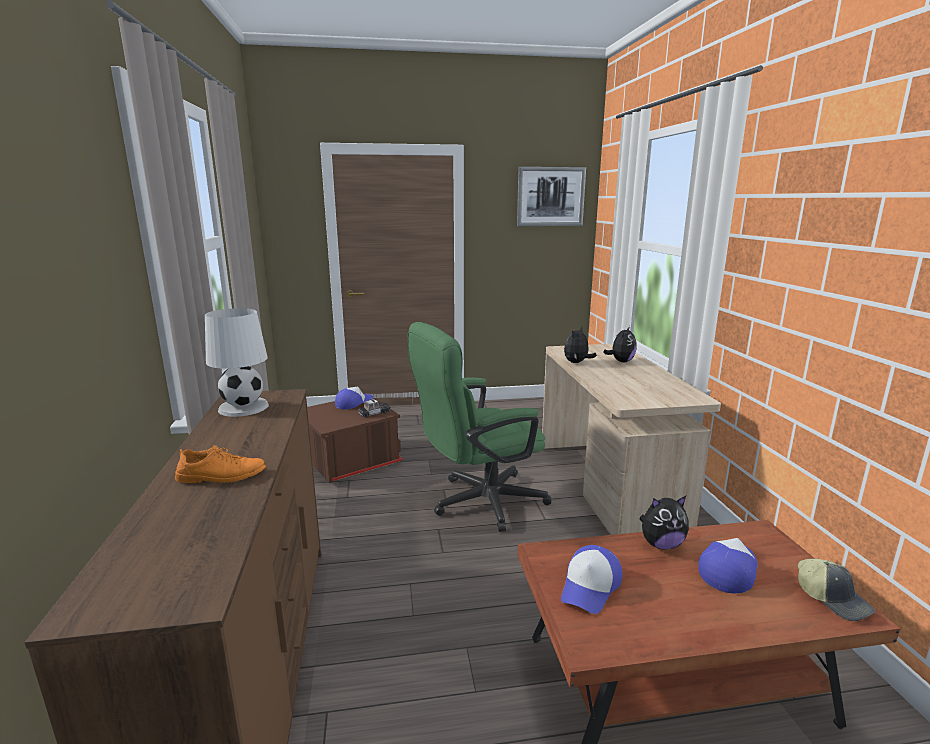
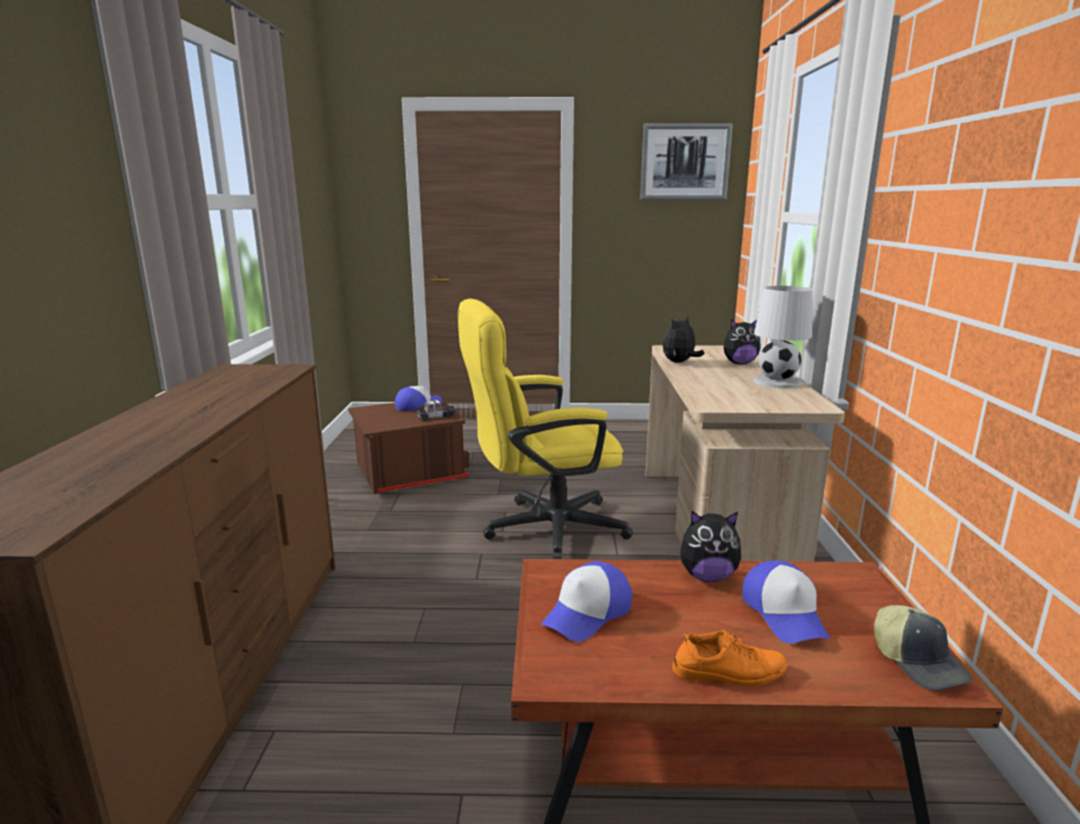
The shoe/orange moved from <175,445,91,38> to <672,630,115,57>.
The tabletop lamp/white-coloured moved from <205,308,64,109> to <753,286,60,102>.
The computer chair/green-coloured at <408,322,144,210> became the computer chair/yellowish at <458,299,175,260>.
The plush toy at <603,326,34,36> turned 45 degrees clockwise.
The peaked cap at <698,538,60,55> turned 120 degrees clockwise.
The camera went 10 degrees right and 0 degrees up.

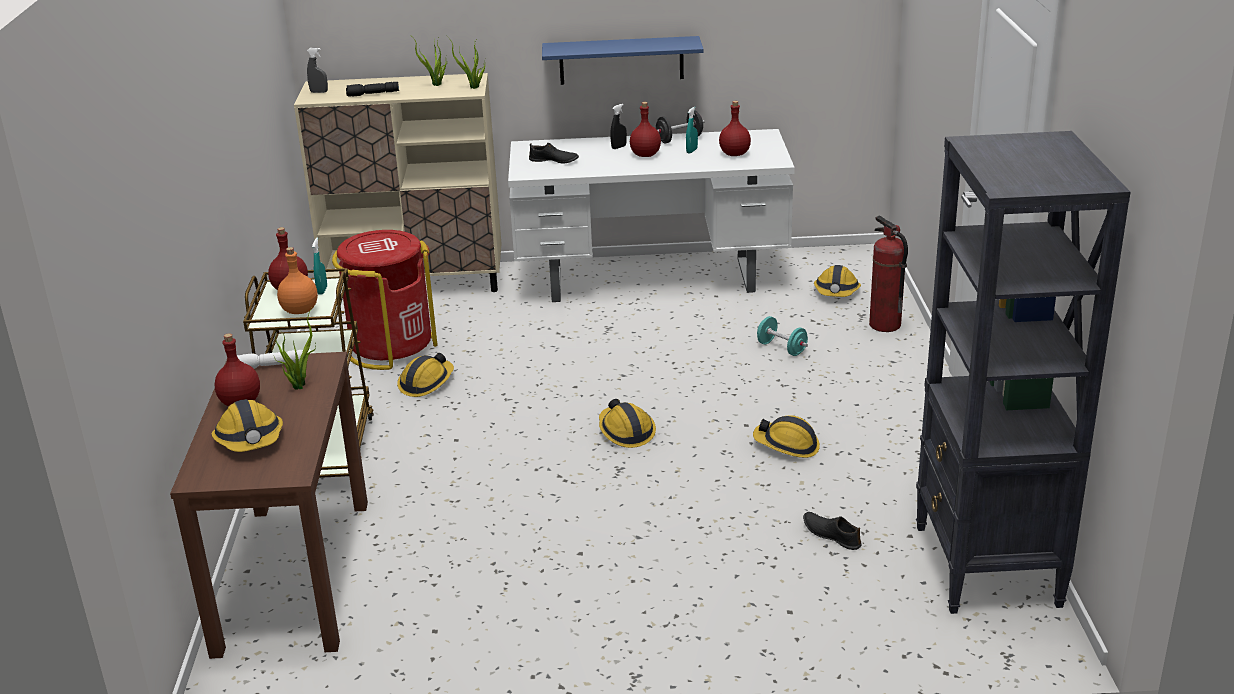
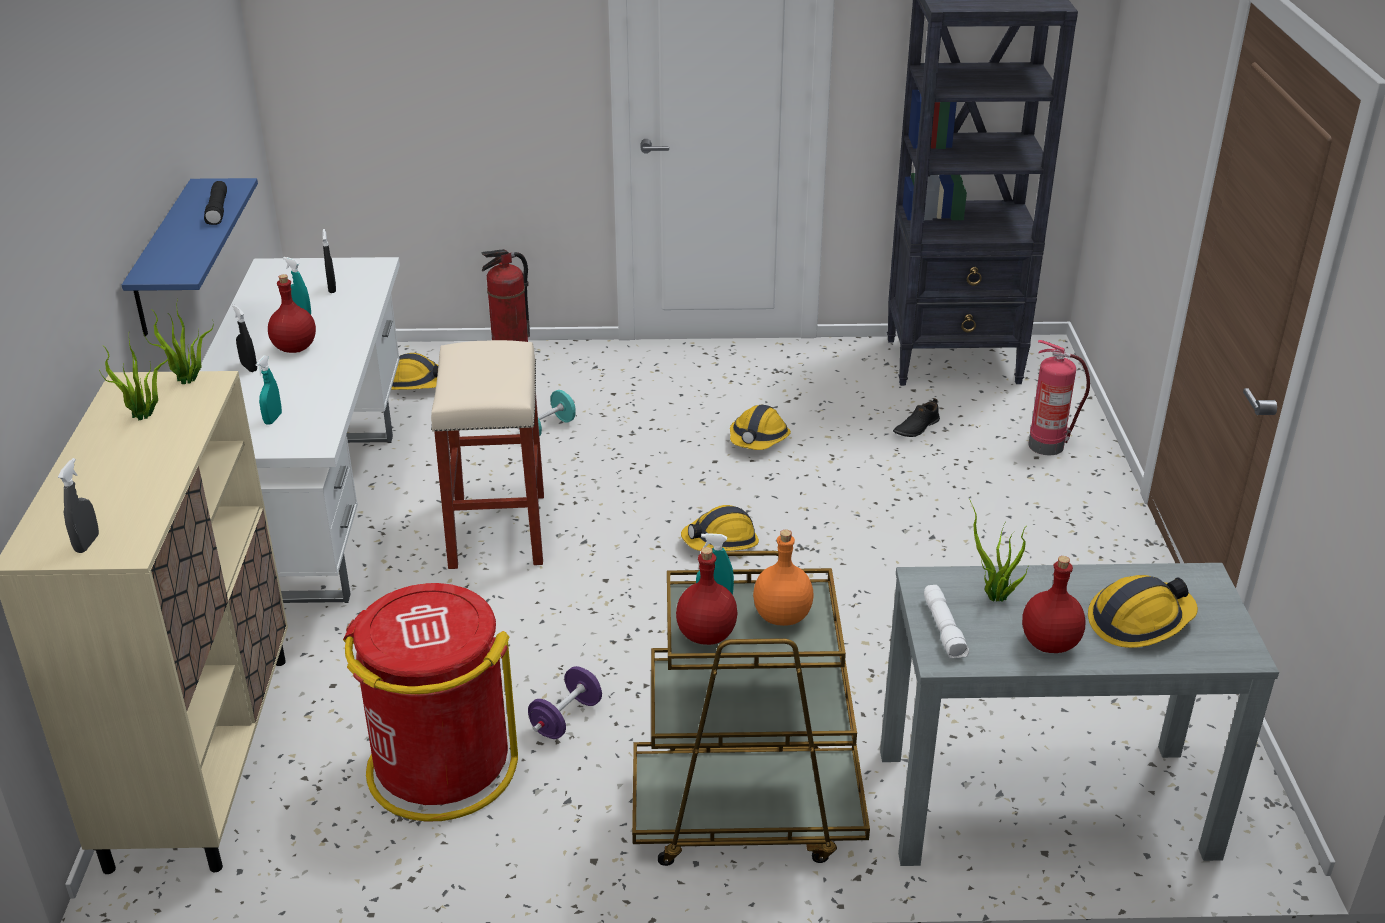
The free weight/black-coloured at <656,110,49,33> disappeared.
The stool seat/beige at <431,340,113,229> appeared.
The fire-fighting cylinder at <1028,340,62,115> appeared.
The hand torch/black-coloured moved from <346,82,53,15> to <204,181,23,44>.
The safety helmet at <397,353,57,44> was replaced by the free weight/purple-coloured at <528,666,74,73>.
The shoe/black-coloured at <529,143,50,21> was replaced by the sprayer/blue-green at <256,355,26,70>.
The bottle/red at <719,101,32,55> was replaced by the sprayer/black-coloured at <322,229,14,64>.
The narrow table/brown-coloured at <170,352,198,307> became the narrow table/gray at <880,563,399,303>.
The camera went 90 degrees left and 5 degrees up.

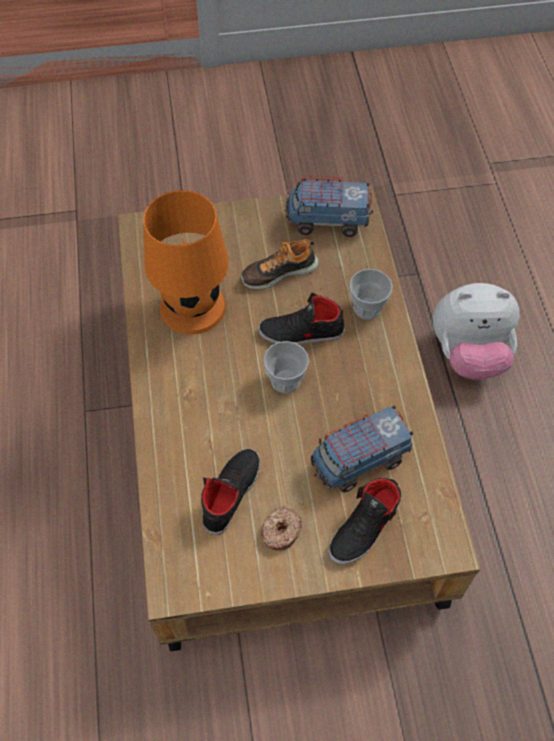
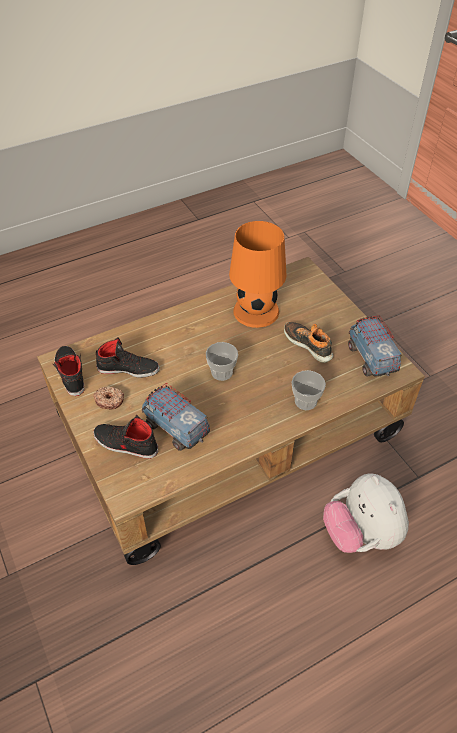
The shoe/black-coloured moved from <258,293,87,51> to <52,346,33,50>.
The camera went 70 degrees right and 10 degrees down.

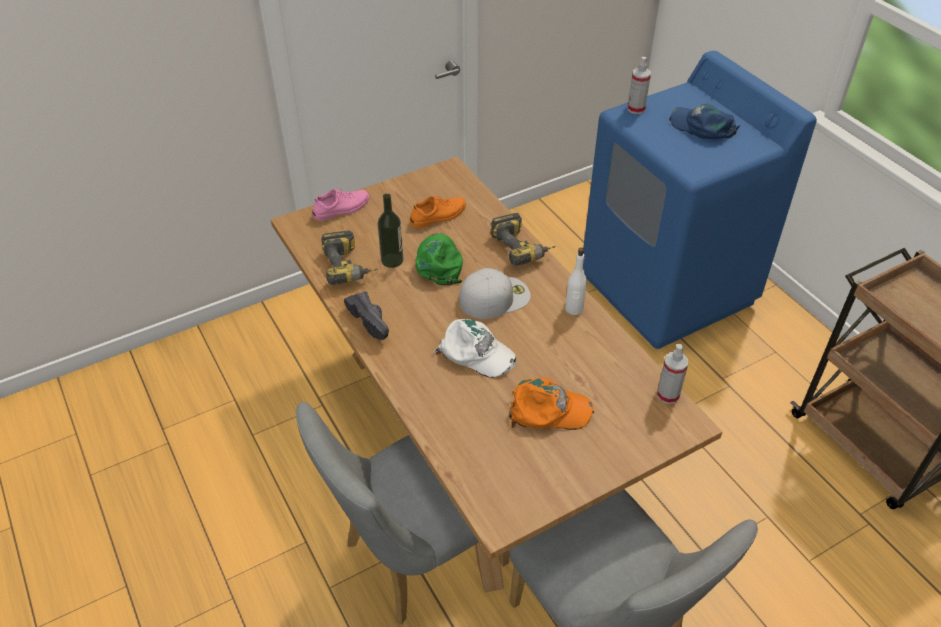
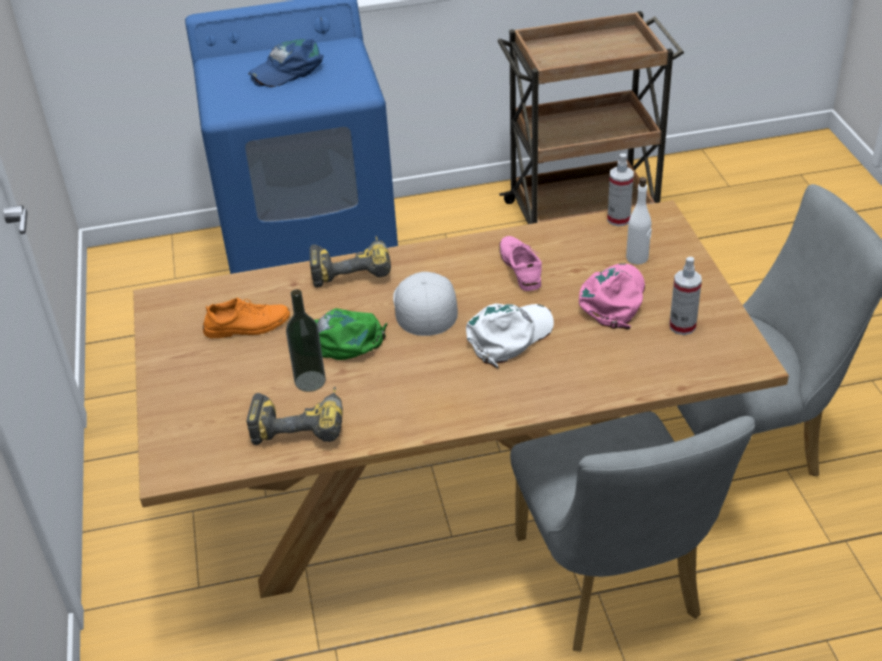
The shoe/black-coloured at <344,291,45,49> disappeared.
The shoe/pink-coloured moved from <312,189,58,32> to <499,236,43,55>.
The bottle/white-coloured moved from <565,248,22,67> to <626,177,26,88>.
The sprayer moved from <627,57,24,57> to <669,257,33,78>.
The peaked cap/orange at <509,378,85,52> became the peaked cap/pink-coloured at <579,263,66,66>.
The shoe/orange at <410,196,56,32> turned 90 degrees clockwise.
The camera went 70 degrees left and 5 degrees down.

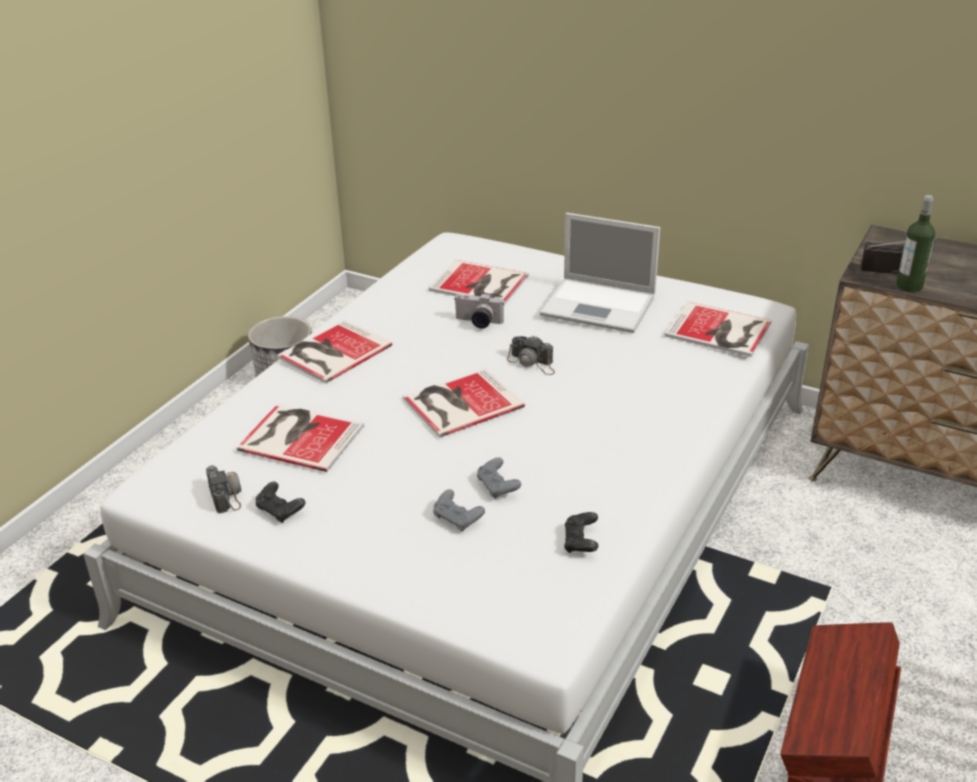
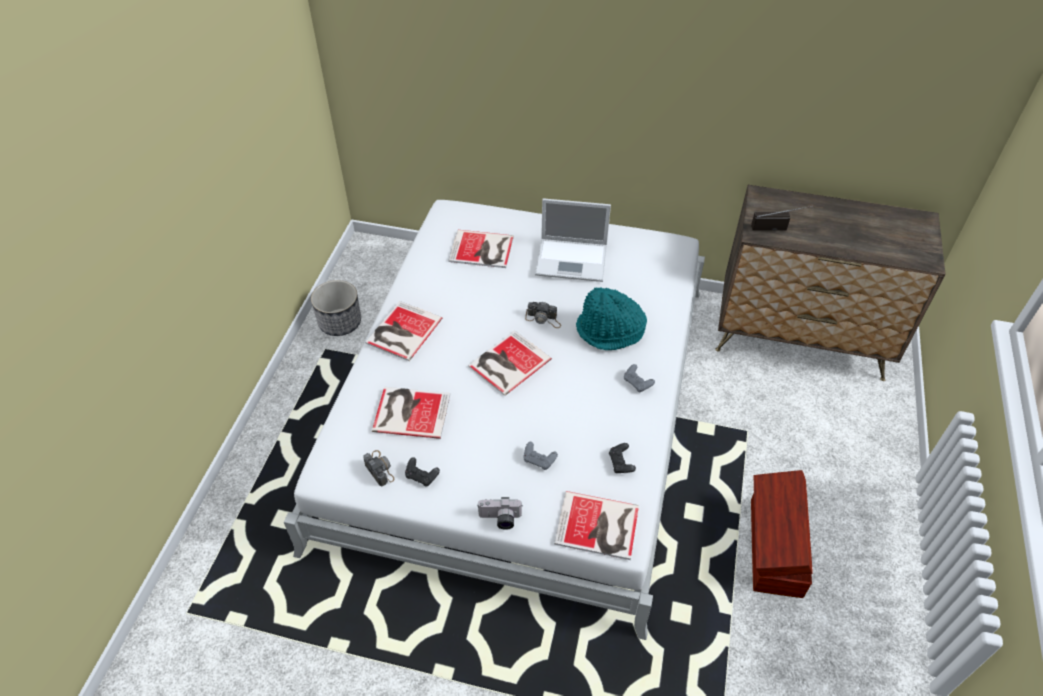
The bottle at <896,195,39,97> disappeared.
The hat/blue-green at <576,287,71,63> appeared.
The still camera moved from <454,293,50,36> to <478,497,44,33>.
The gamepad/gray moved from <477,457,44,42> to <624,364,31,28>.
The bound book moved from <664,302,108,55> to <554,491,85,69>.
The camera went 15 degrees left and 15 degrees up.

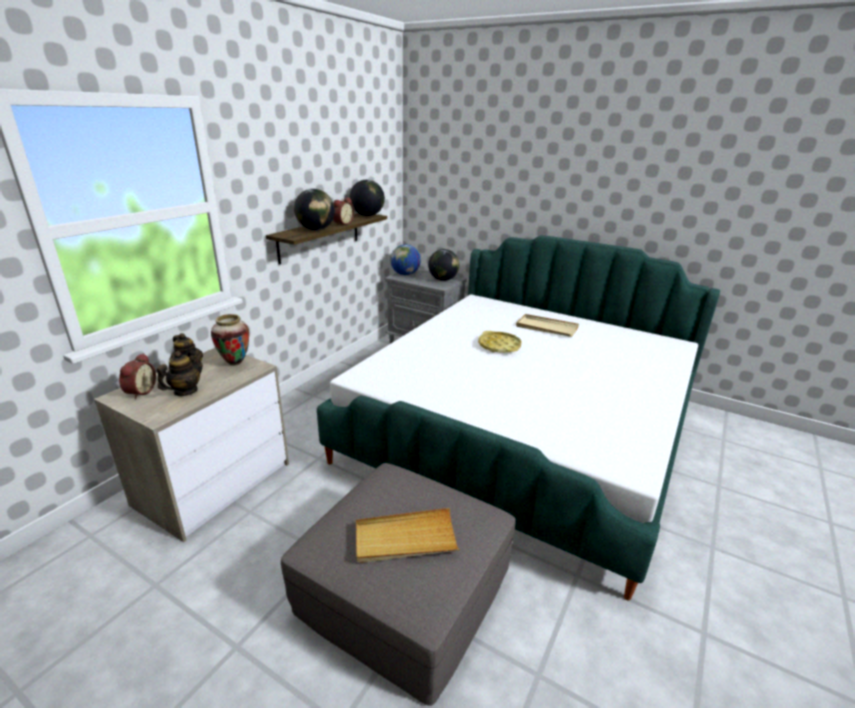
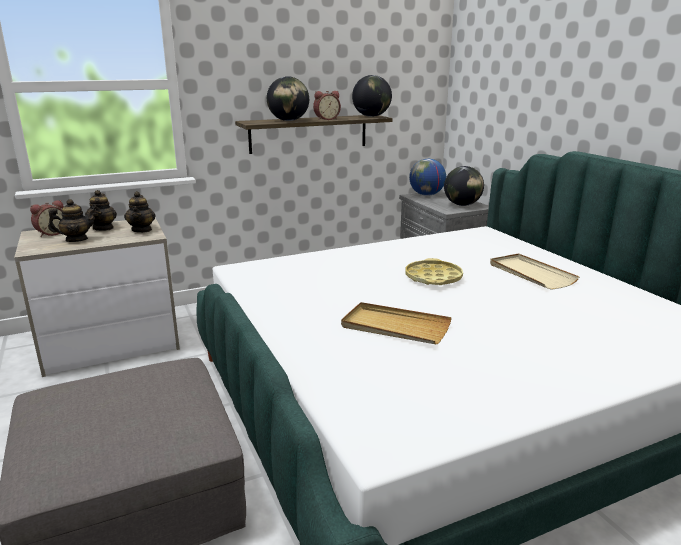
The tray/beige moved from <356,508,104,55> to <341,302,111,42>.
The decorative vase at <211,314,38,52> was replaced by the pot for tea at <124,191,31,42>.
The camera went 35 degrees right and 5 degrees down.

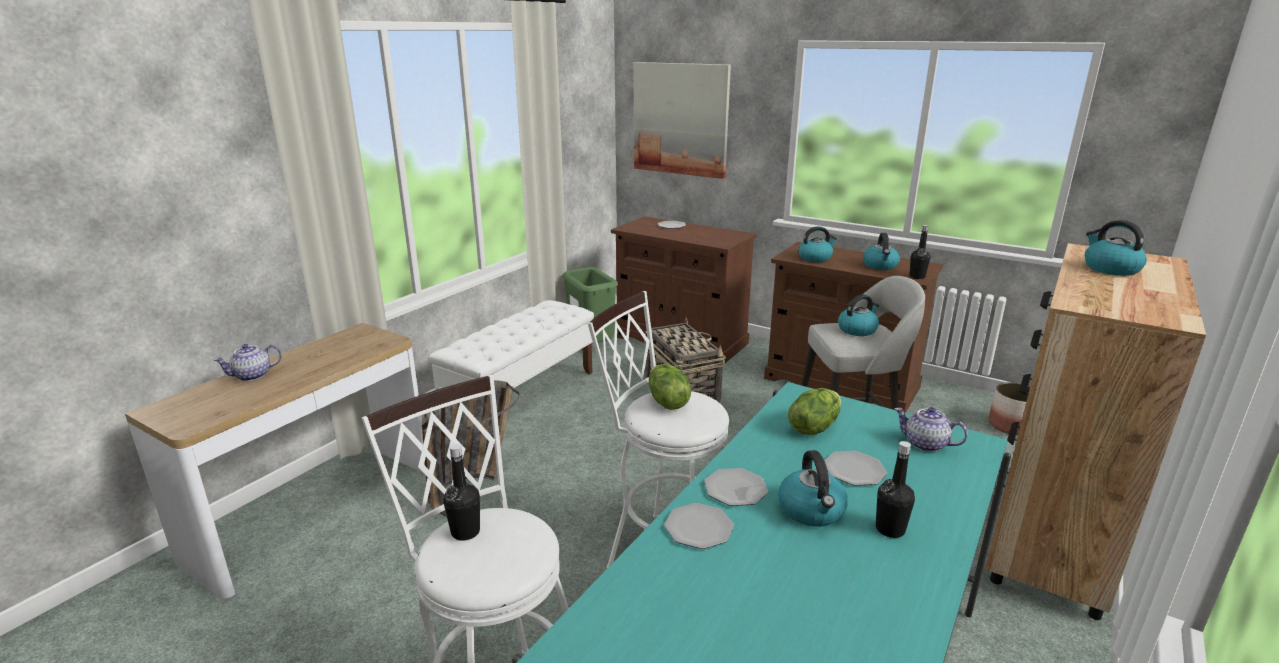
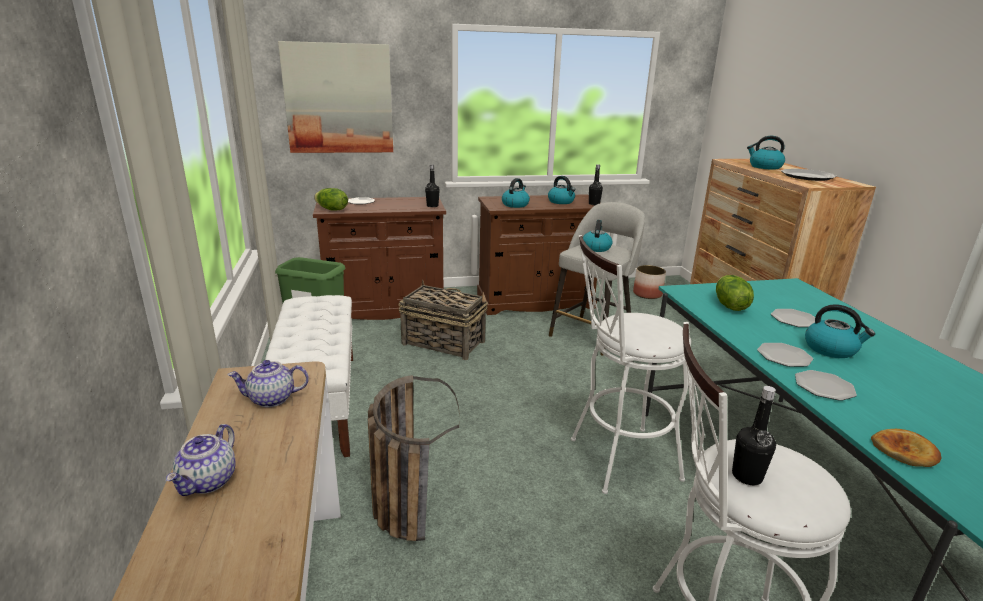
The flat dish at <781,169,56,12> appeared.
The baked bread at <871,429,70,38> appeared.
The lettuce moved from <649,364,42,46> to <314,188,34,23>.
The bottle/black-coloured moved from <876,441,39,97> to <425,164,15,43>.
The pot for tea moved from <895,407,73,45> to <228,360,81,47>.
The camera went 45 degrees left and 0 degrees up.

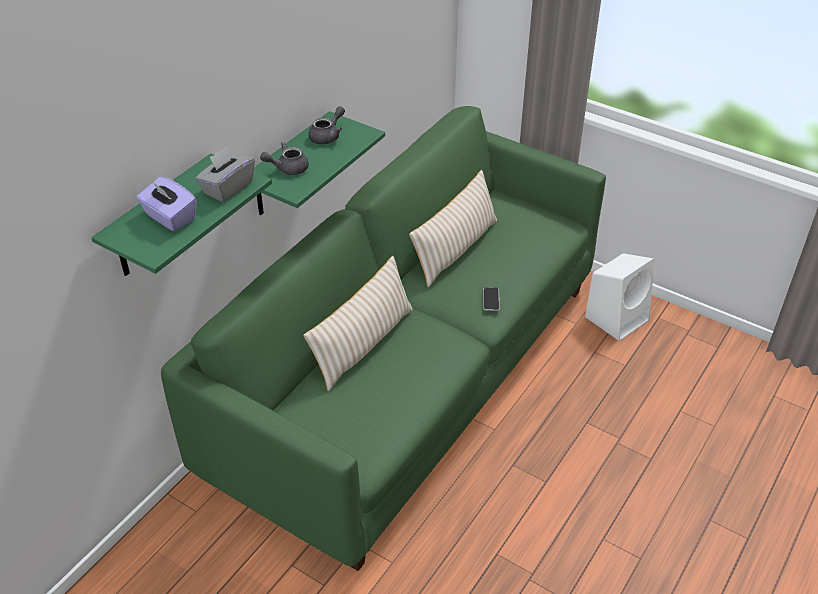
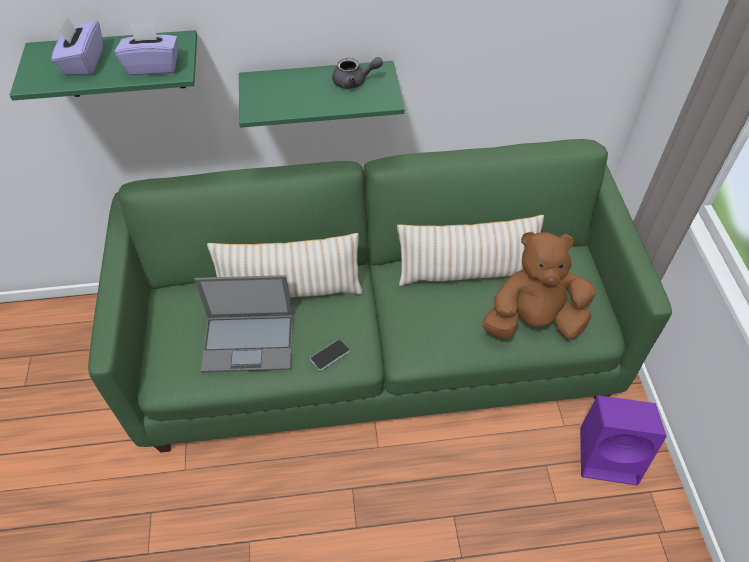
The pot for tea/gray at <260,142,49,33> disappeared.
The notebook computer at <194,275,99,97> appeared.
The plush toy/brown-coloured at <482,231,114,109> appeared.
The telephone moved from <483,287,17,24> to <310,339,40,31>.
The tissue box/gray at <196,147,59,55> became the tissue box/purple-coloured at <114,24,64,52>.
The audio speaker/white-coloured at <585,253,70,88> became the audio speaker/purple-coloured at <580,396,87,89>.
The camera went 50 degrees right and 10 degrees up.

